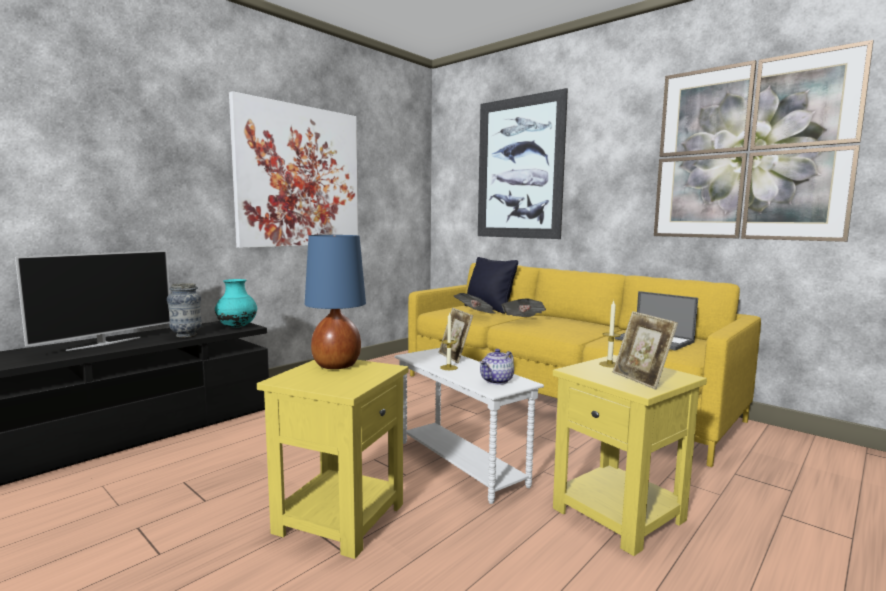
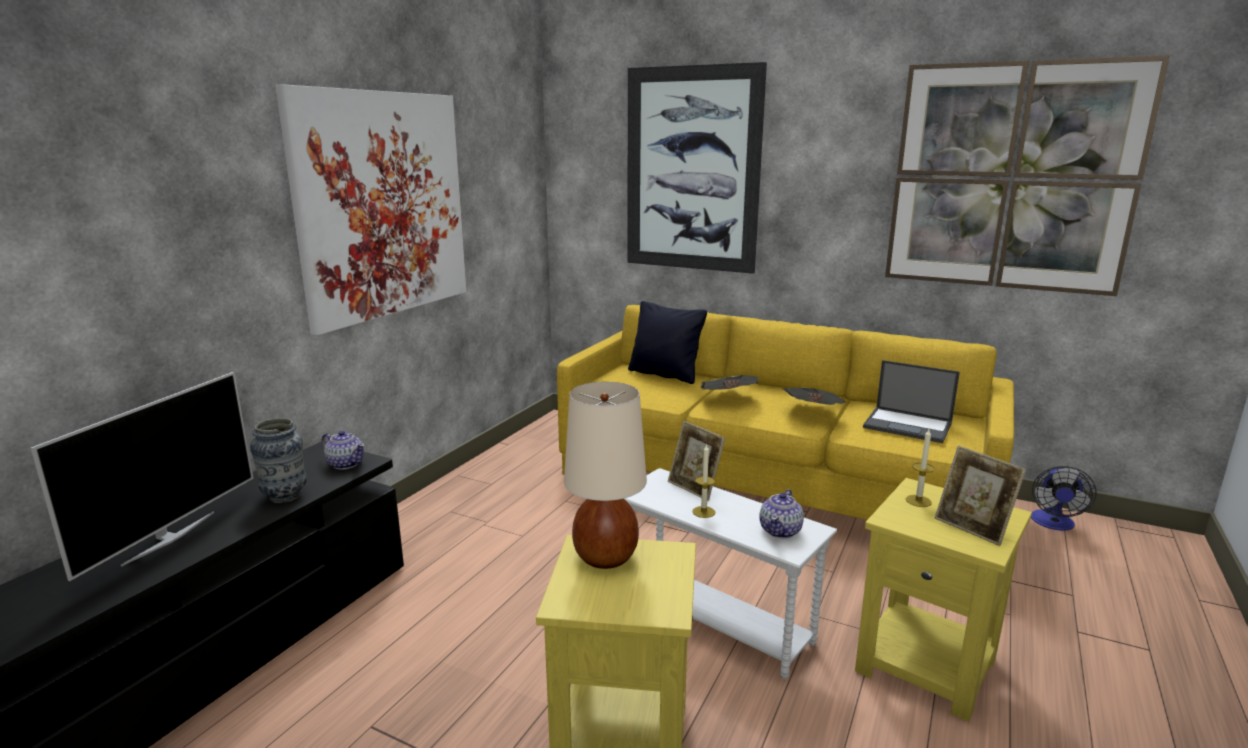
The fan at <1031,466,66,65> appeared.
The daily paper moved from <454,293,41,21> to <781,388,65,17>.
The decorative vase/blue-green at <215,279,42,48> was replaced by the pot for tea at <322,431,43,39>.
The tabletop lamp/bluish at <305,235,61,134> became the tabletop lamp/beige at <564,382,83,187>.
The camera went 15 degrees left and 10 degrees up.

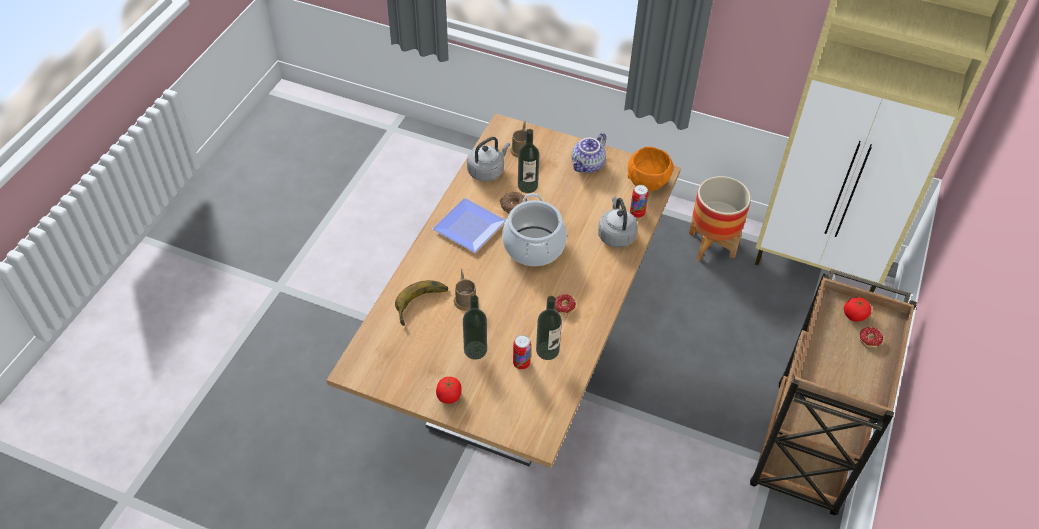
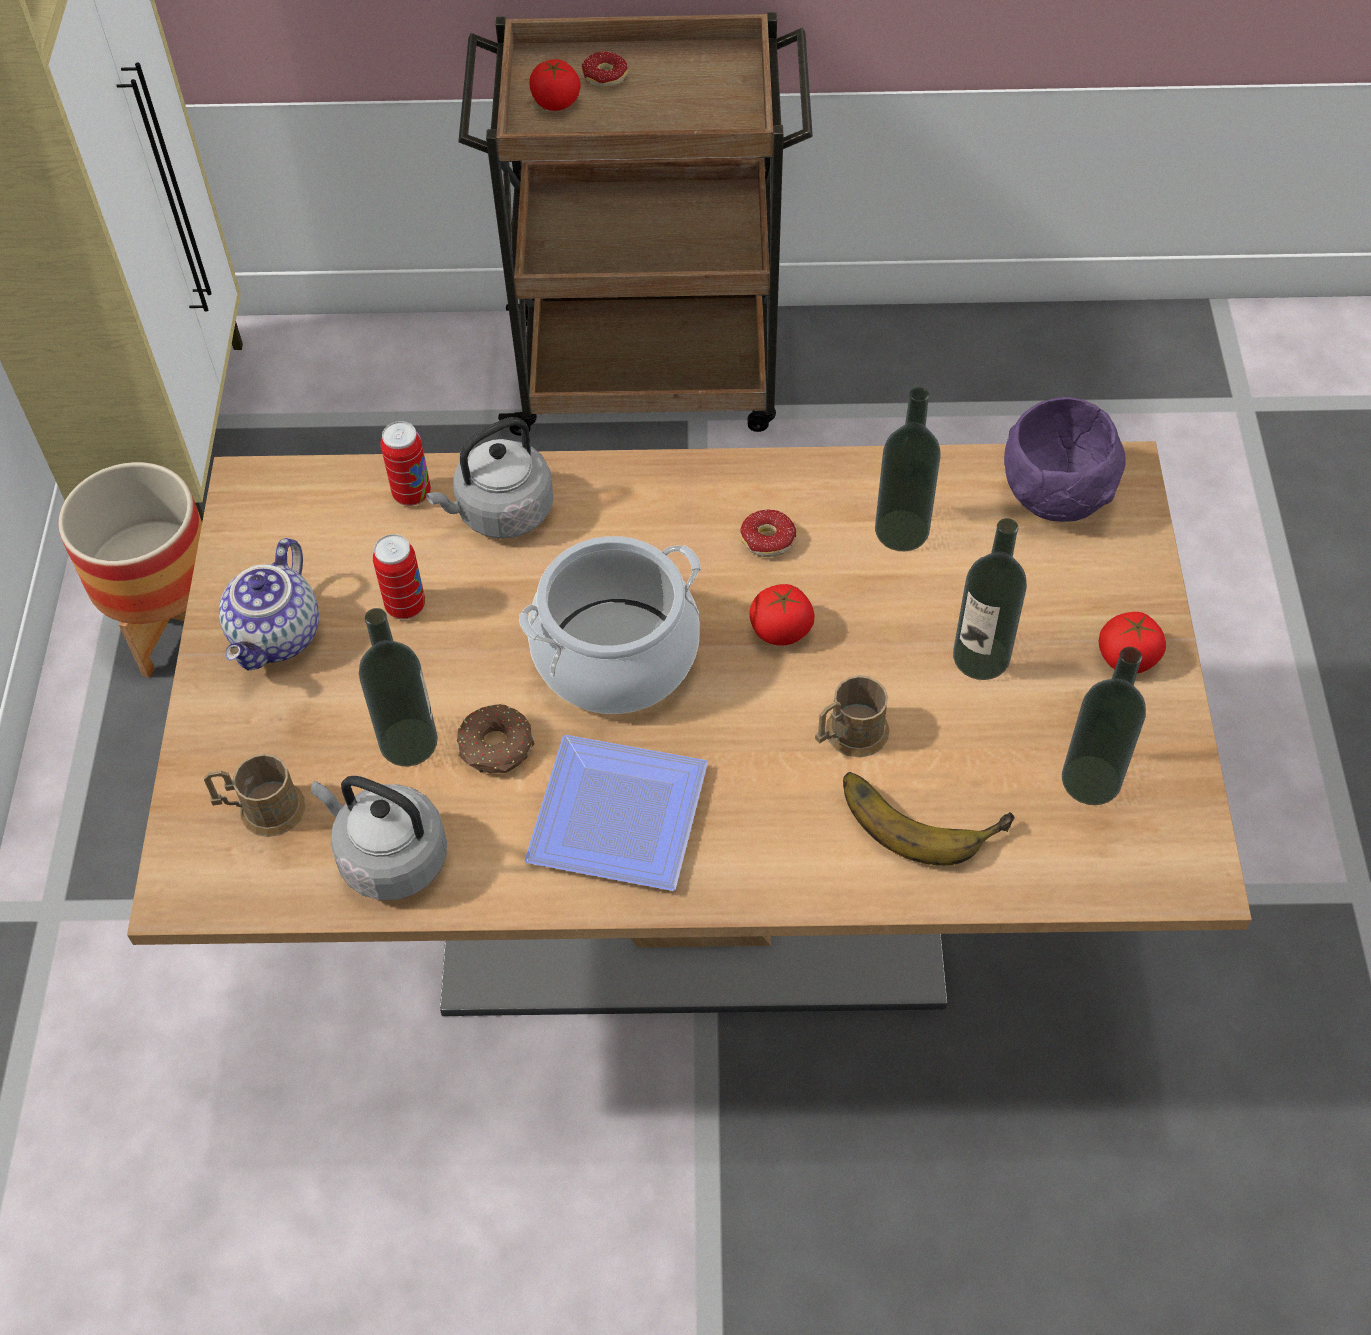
The bowl/orange at <627,146,47,45> disappeared.
The tomato at <750,584,65,62> appeared.
The bowl/purple-coloured at <1004,397,122,125> appeared.
The bottle at <1062,647,84,158> appeared.
The can moved from <513,335,18,35> to <373,534,52,85>.
The pot for tea at <572,133,34,40> turned 90 degrees clockwise.
The camera went 110 degrees left and 5 degrees up.

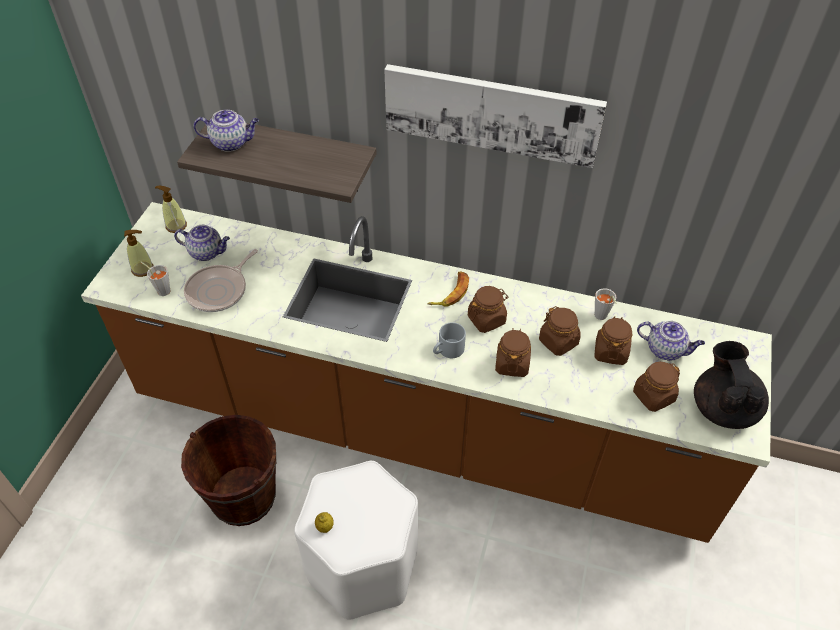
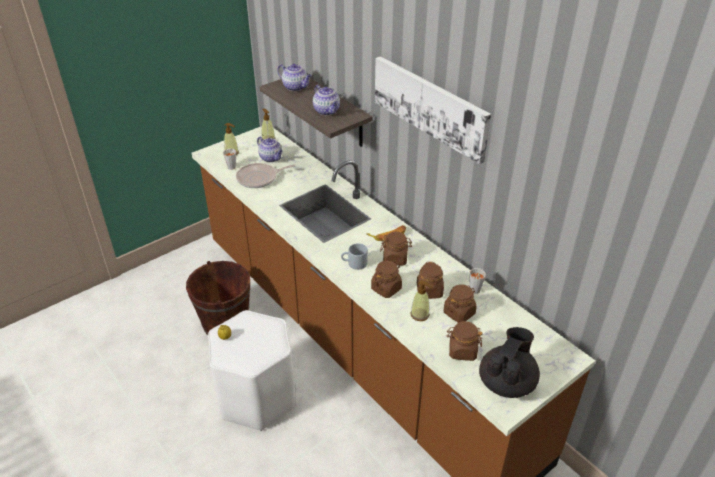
The soap dispenser at <410,280,23,41> appeared.
The pot for tea moved from <637,321,68,40> to <313,85,27,30>.
The camera went 35 degrees right and 10 degrees down.

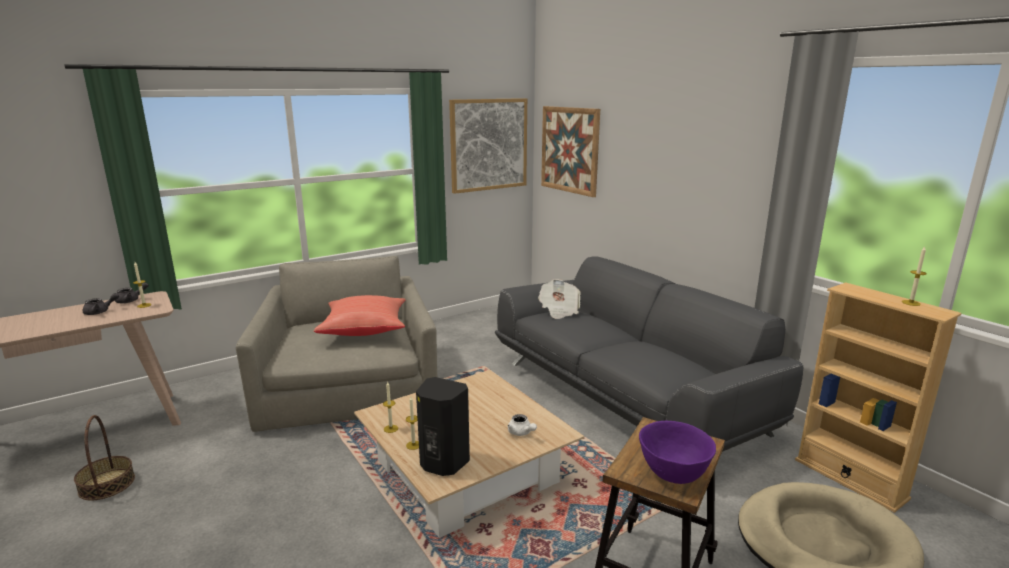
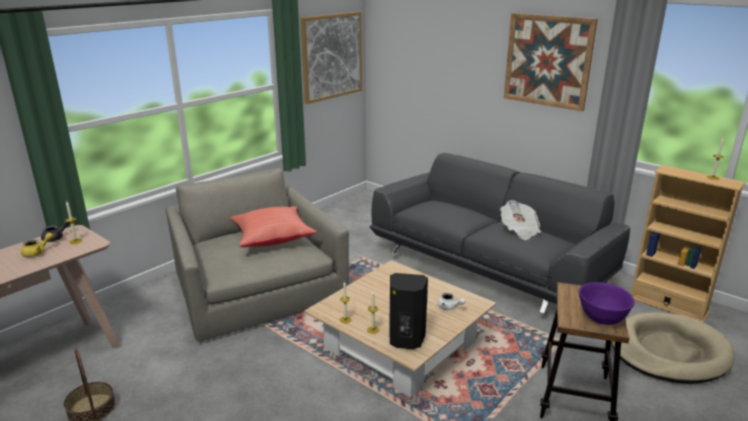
The daily paper moved from <538,279,43,40> to <500,200,41,40>.
The wall picture moved from <541,106,59,91> to <504,13,94,98>.
The pot for tea/gray at <83,293,36,22> became the pot for tea/yellowish at <21,233,32,24>.
The camera went 15 degrees left and 5 degrees up.

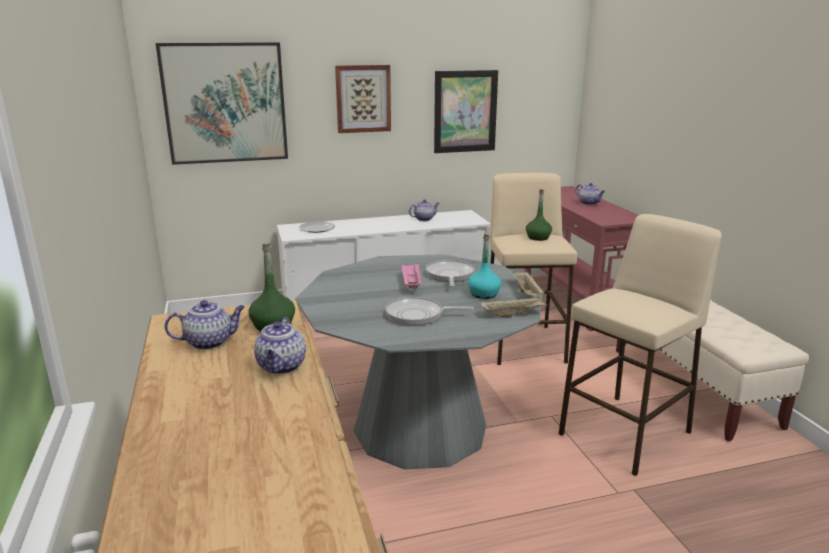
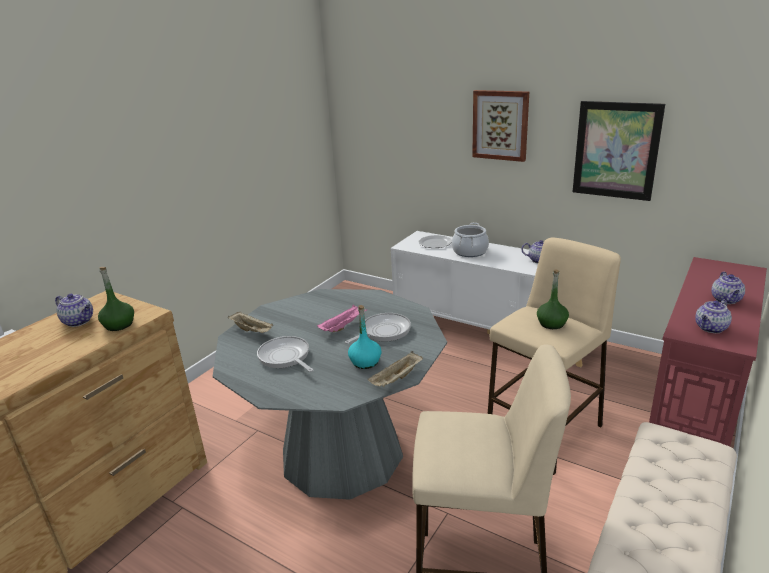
The wall picture at <156,42,132,123> disappeared.
The cooking pot at <452,223,37,34> appeared.
The pot for tea moved from <254,317,52,57> to <695,299,37,34>.
The tray/beige moved from <481,296,67,21> to <228,312,45,21>.
The camera went 50 degrees right and 5 degrees up.

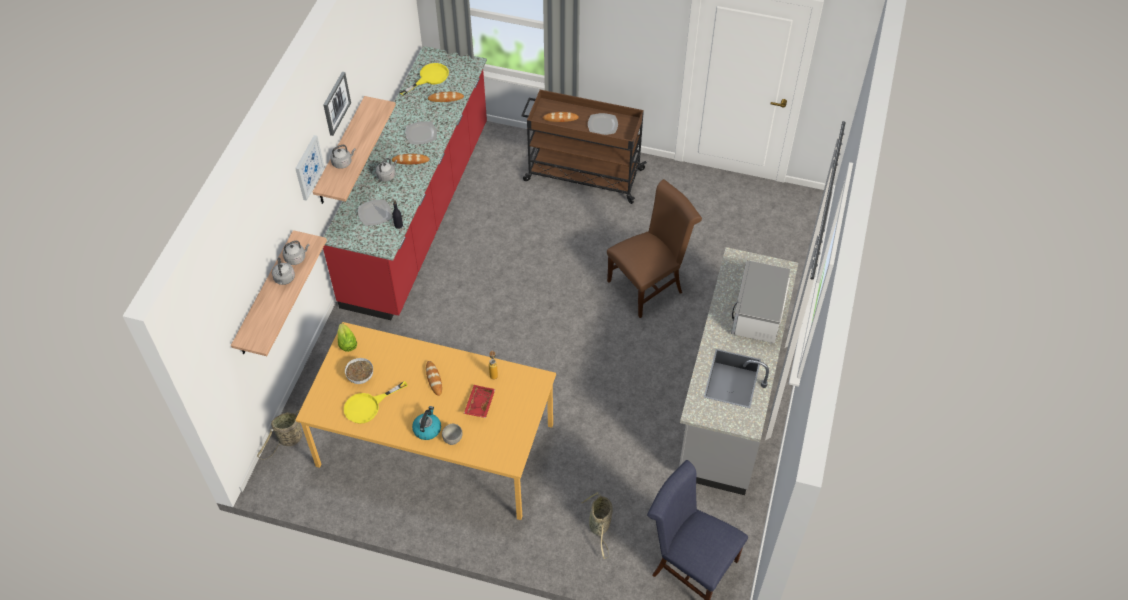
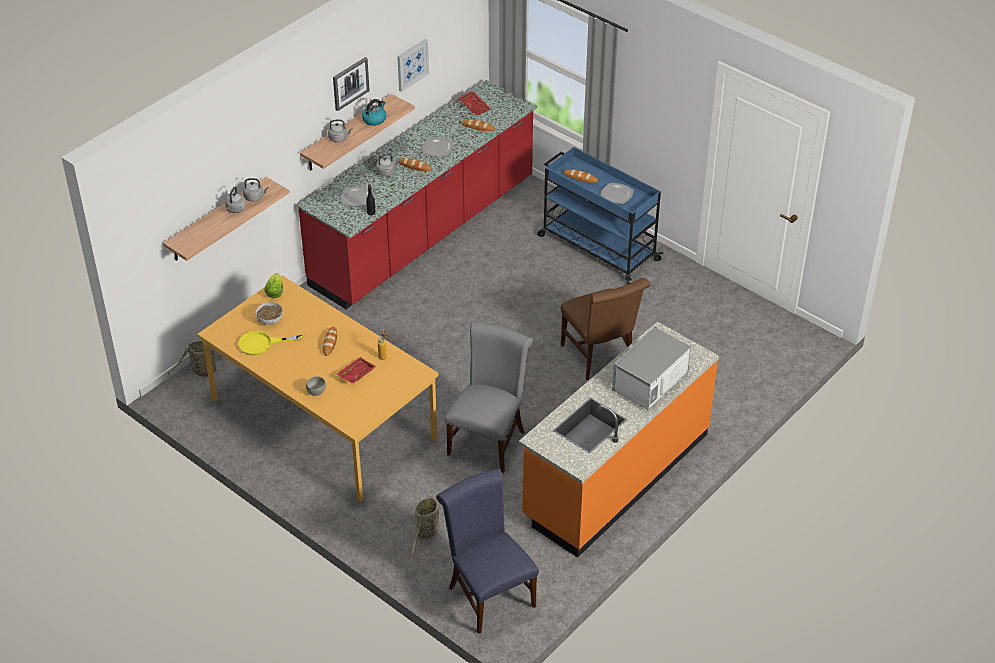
The upright chair/gray at <445,321,88,152> appeared.
The wall picture moved from <295,135,30,66> to <397,39,32,53>.
The tea kettle moved from <412,406,29,34> to <362,99,24,27>.
The frying pan/yellowish at <399,63,50,33> was replaced by the tray/red at <458,91,33,25>.
The trolley/brown-coloured at <521,90,126,114> became the trolley/bluish at <537,147,126,137>.
The kitchen counter/gray at <679,247,119,248> became the kitchen counter/orange at <519,321,200,237>.
The upright chair/brown-coloured at <607,179,95,139> turned 75 degrees clockwise.
The camera went 25 degrees right and 10 degrees down.

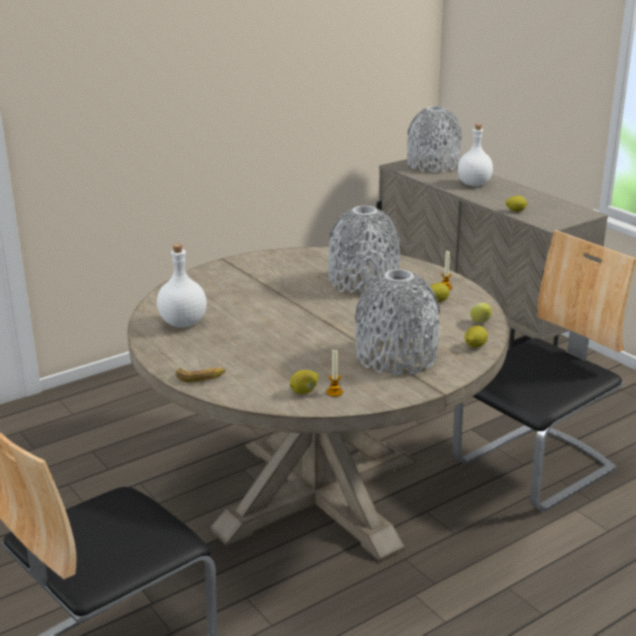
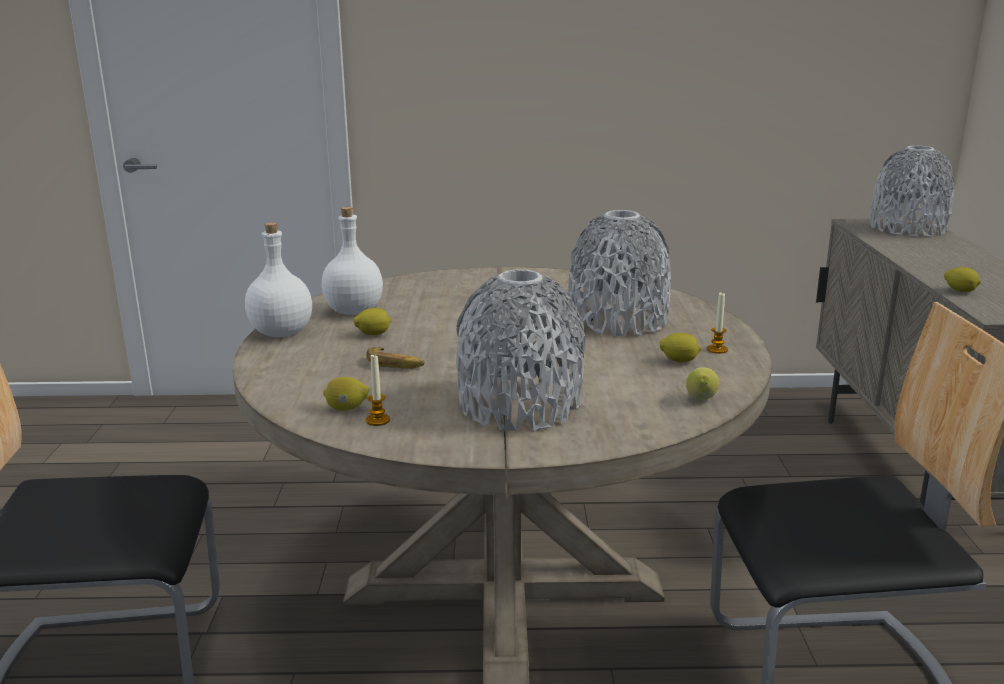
The whole banana moved from <176,368,50,15> to <366,347,59,22>.
The bottle/white-coloured moved from <458,124,35,62> to <245,222,67,115>.
The citrus fruit moved from <465,325,23,23> to <353,308,39,27>.
The camera went 35 degrees right and 5 degrees down.

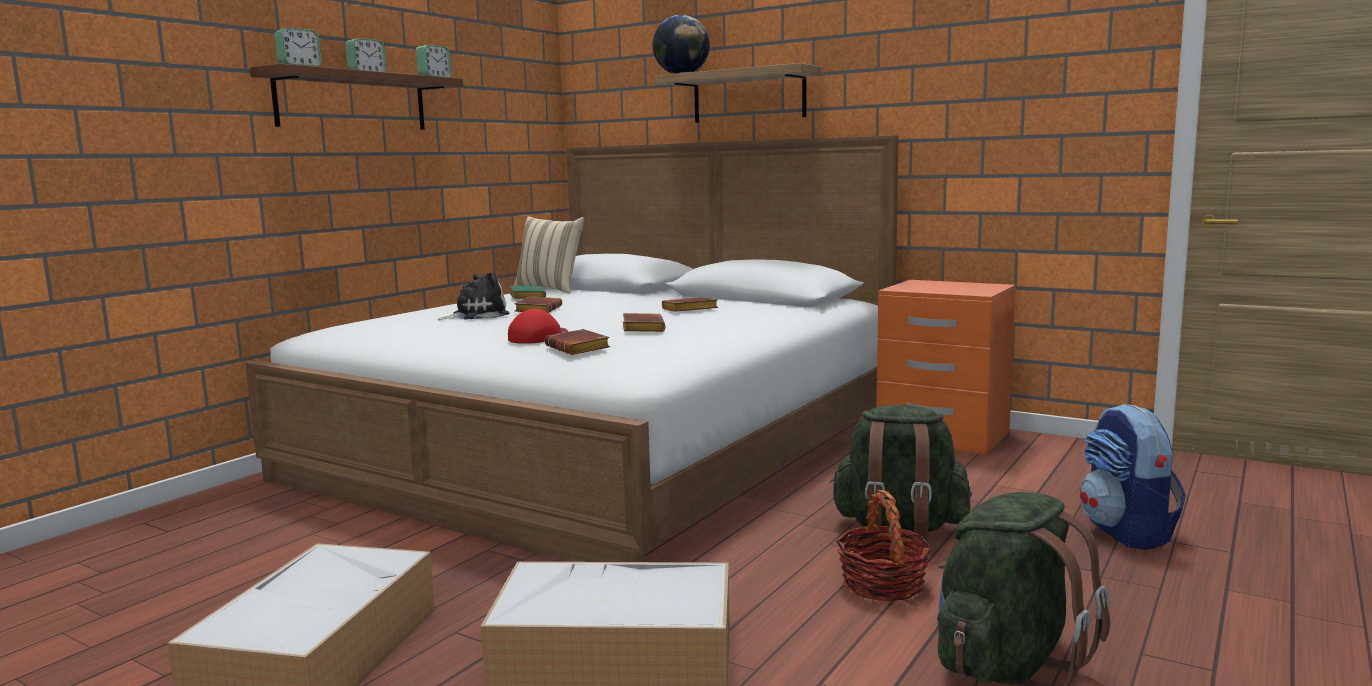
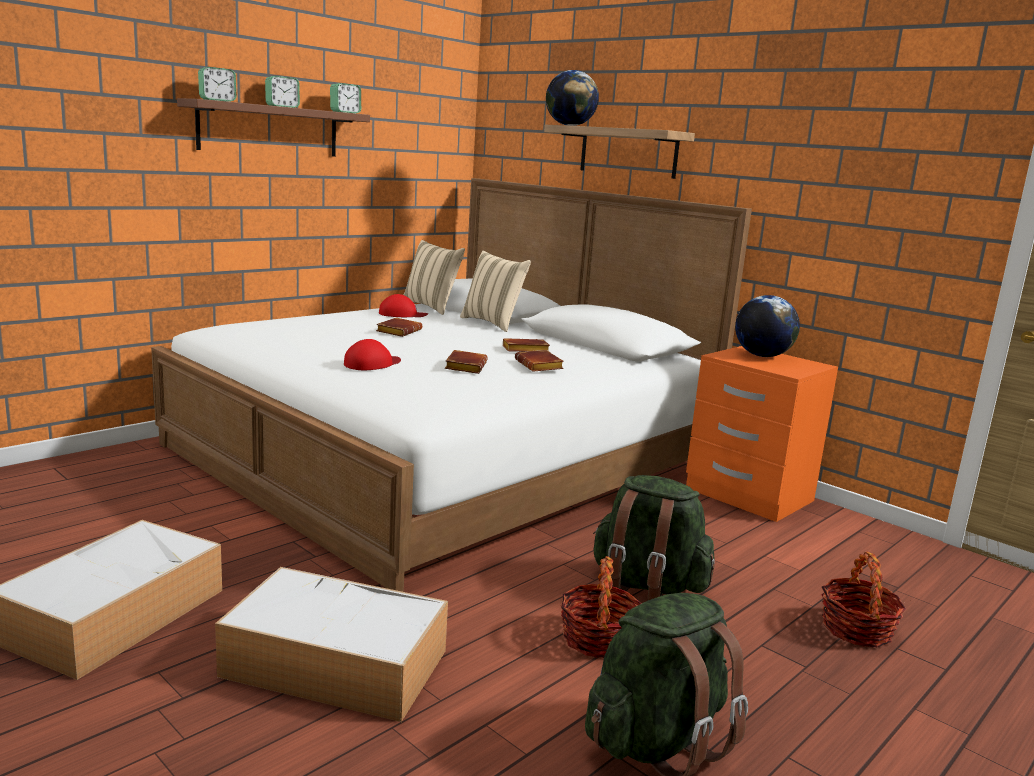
The plush toy at <438,272,71,49> disappeared.
The throw pillow/beige at <460,251,71,81> appeared.
The world globe at <735,295,65,62> appeared.
The bound book/brown-coloured moved from <545,329,65,26> to <515,350,49,22>.
The bound book/green-coloured at <510,286,36,13> was replaced by the peaked cap/red at <379,294,49,23>.
The knapsack at <1080,404,106,146> was replaced by the storage basket at <821,551,85,96>.
The camera went 10 degrees right and 5 degrees up.

